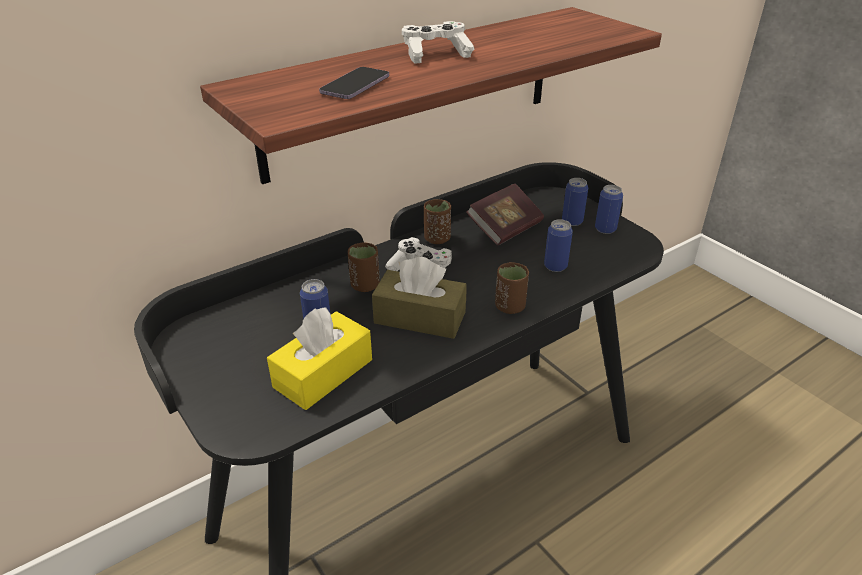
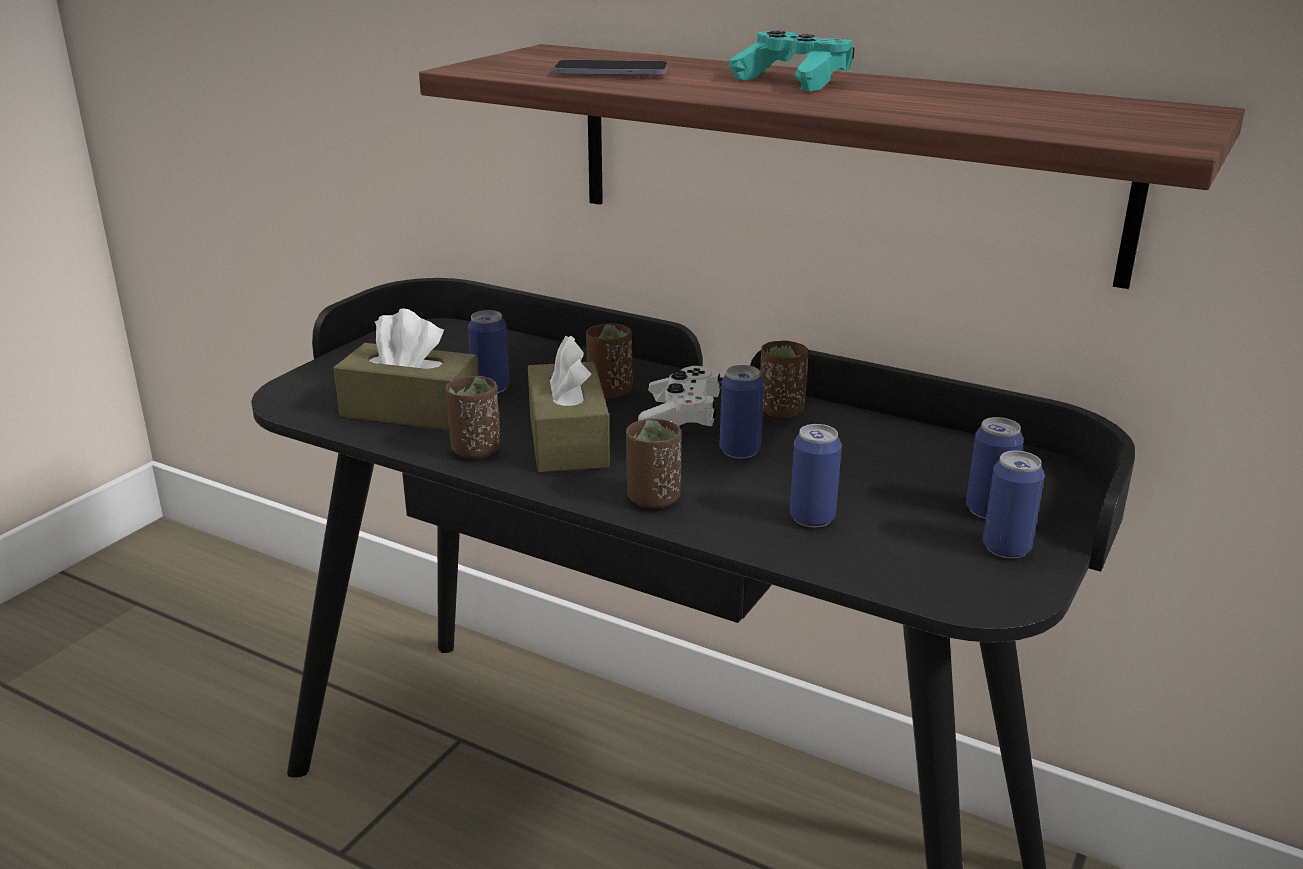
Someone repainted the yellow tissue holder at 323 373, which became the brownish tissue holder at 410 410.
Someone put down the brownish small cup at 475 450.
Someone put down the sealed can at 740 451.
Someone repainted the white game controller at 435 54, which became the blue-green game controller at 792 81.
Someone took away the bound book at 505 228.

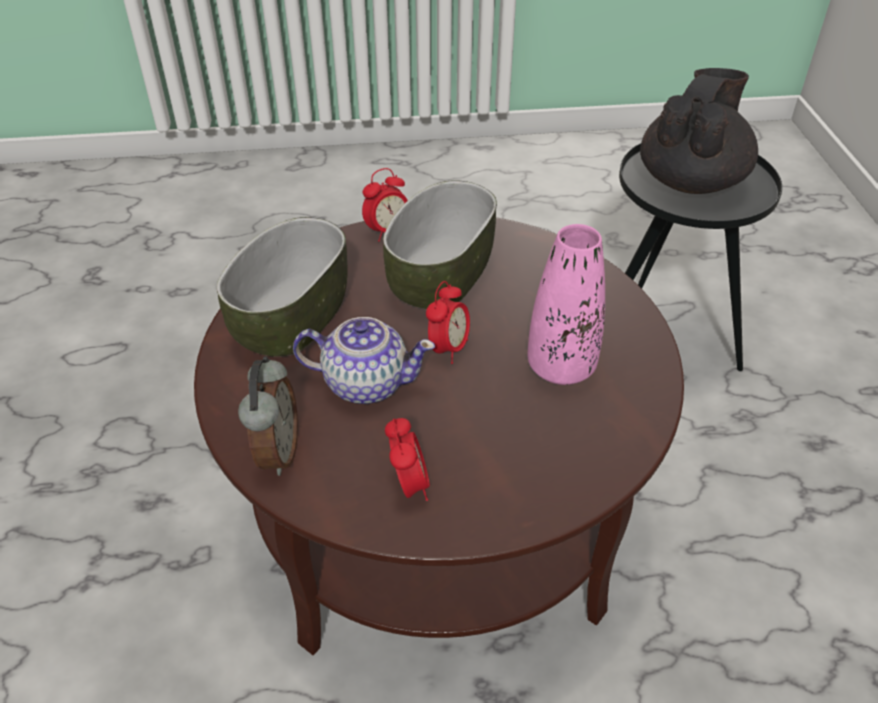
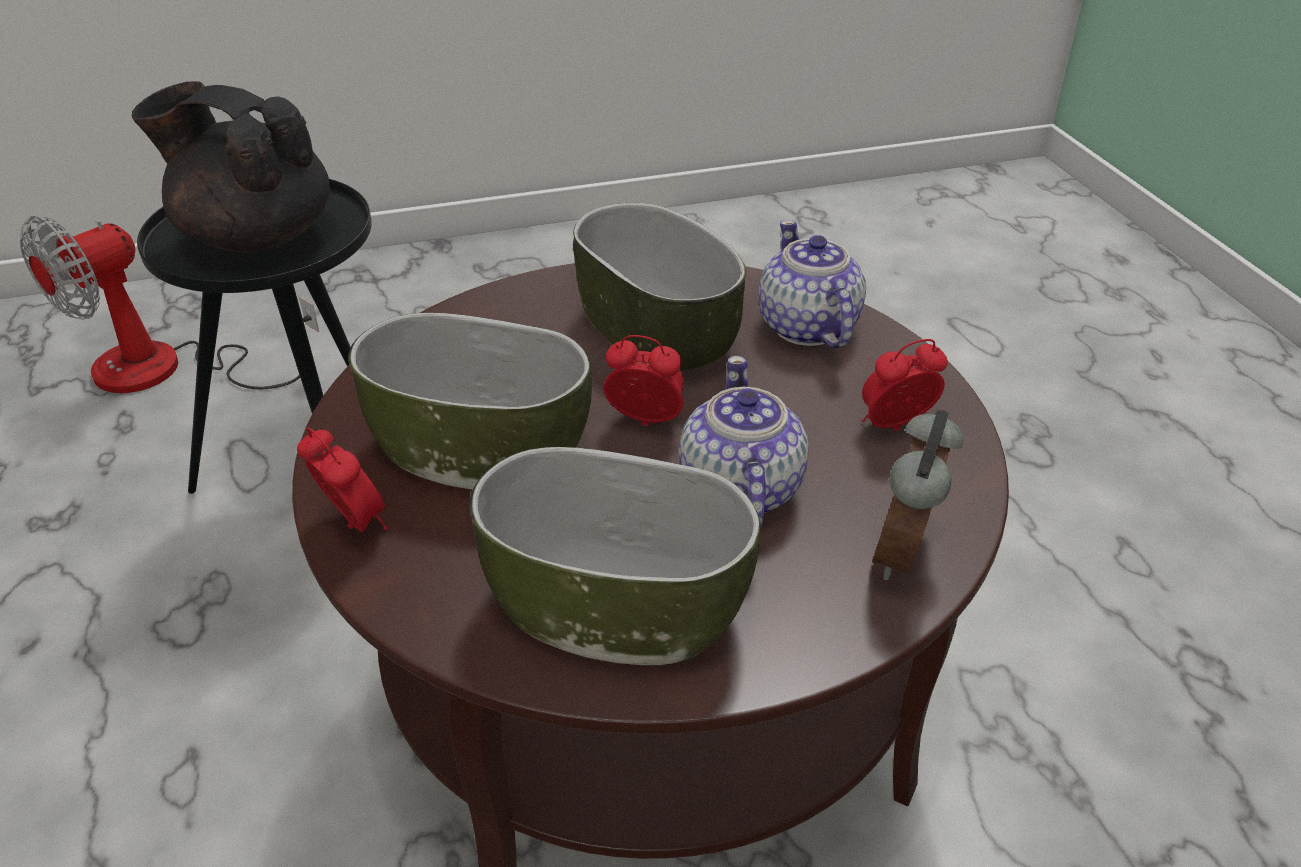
Someone put down the fan at 167 370.
Someone swapped the pink flower vase at 561 368 for the bowl at 656 332.
Someone put down the tea pot at 807 328.
Someone rotated the bedside clock at 276 452 by 60 degrees counterclockwise.

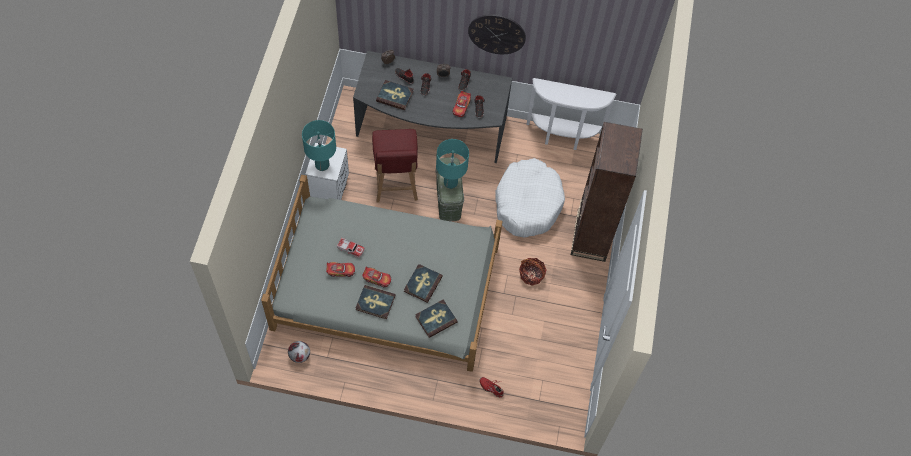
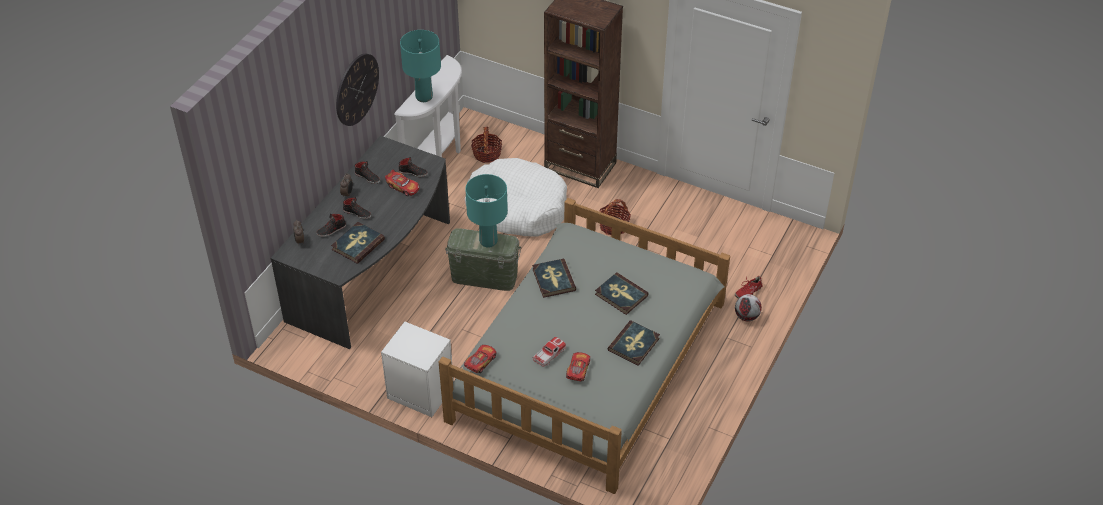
Someone carried the blue-green tabletop lamp from 322 165 to 424 97.
Someone carried the toy car from 377 278 to 480 362.
Someone put down the storage basket at 487 154.
Someone carried the bound book from 436 319 to 553 280.
Someone carried the ball for football from 300 355 to 746 316.
Someone took away the red-coloured chair at 395 185.

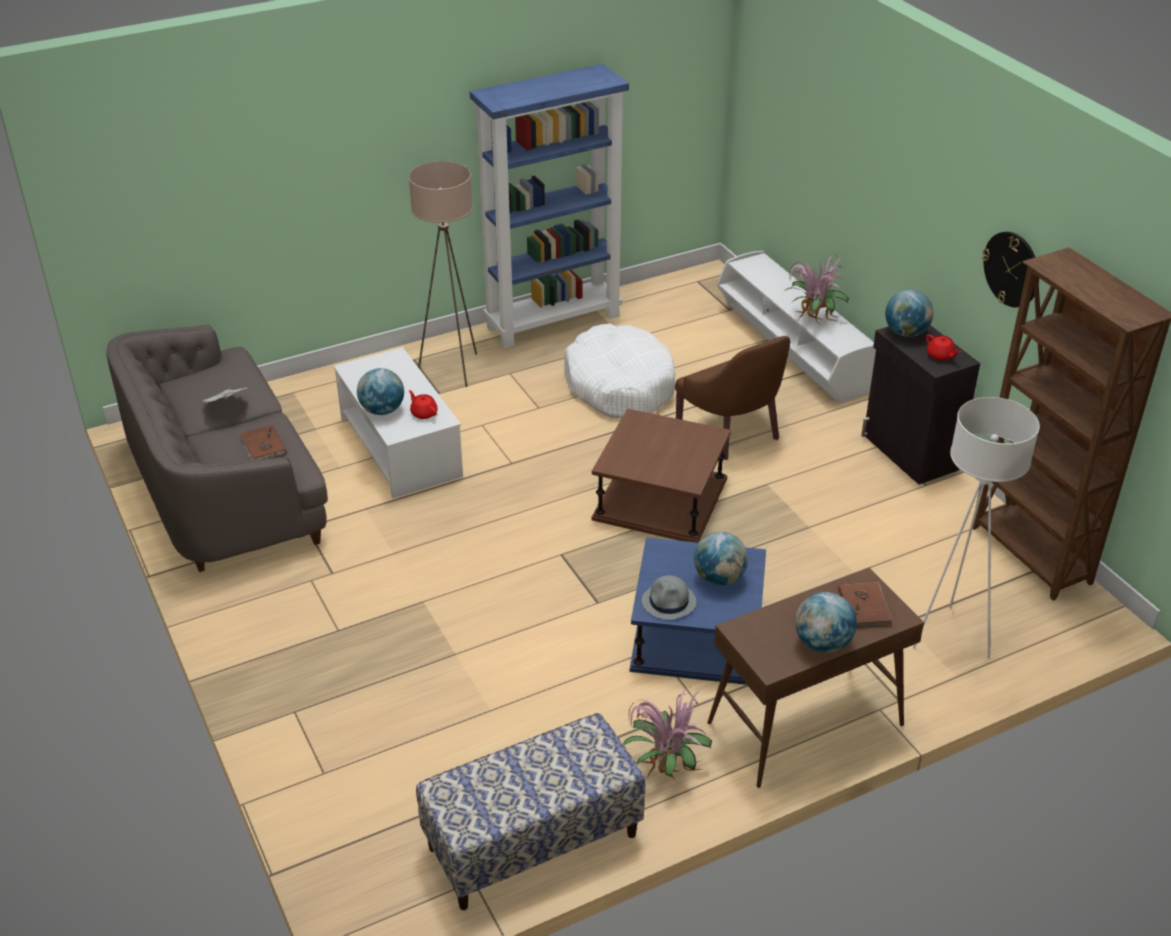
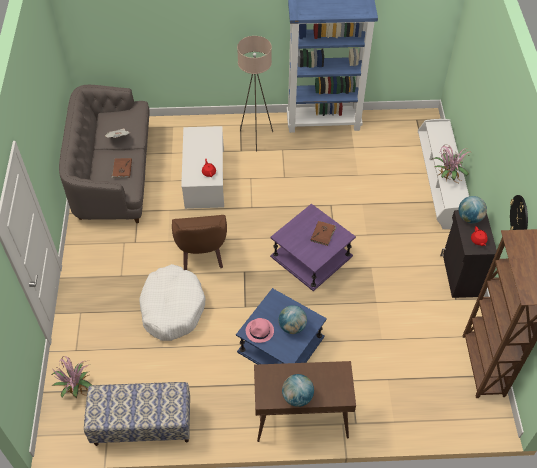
Someone carried the potted plant from 665 768 to 76 388.
Someone carried the white dog cushion from 620 385 to 172 307.
Someone carried the brownish armchair from 732 432 to 202 254.
Someone repainted the greyish clothing hat at 669 602, which became the pink clothing hat at 260 331.
Someone repainted the brownish accent table at 660 499, which became the purple accent table at 311 256.
Someone carried the brownish bound book from 865 607 to 323 234.
Someone took away the desk globe at 382 410.
Someone took away the white standard lamp at 951 637.

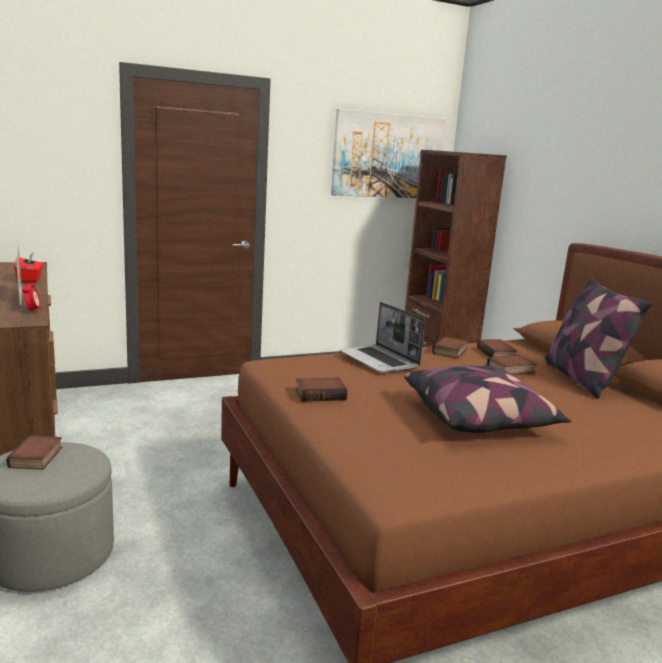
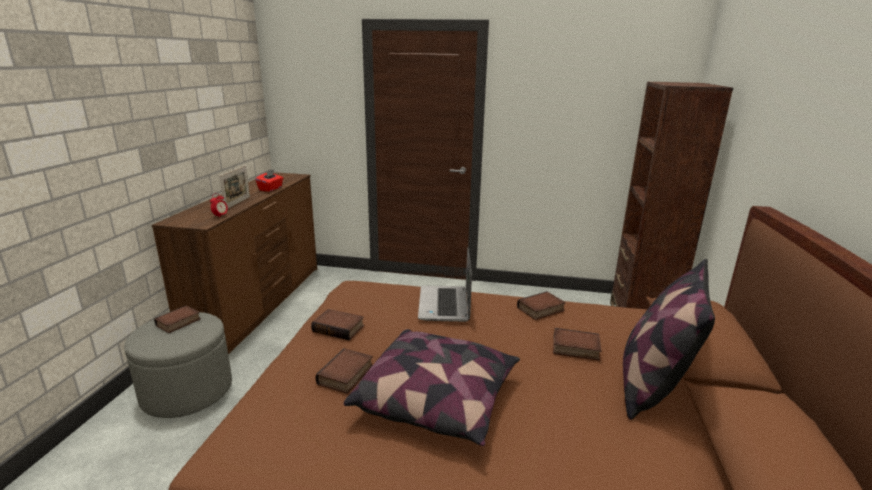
Someone carried the bound book from 497 353 to 346 376.
Someone took away the wall picture at 388 156.

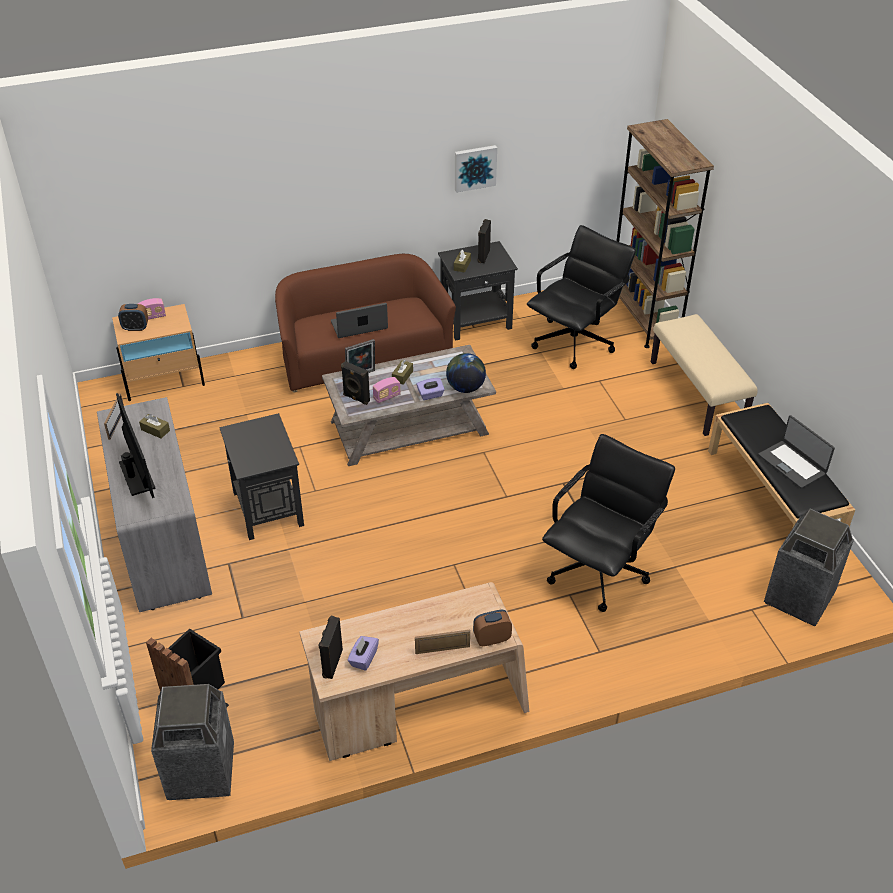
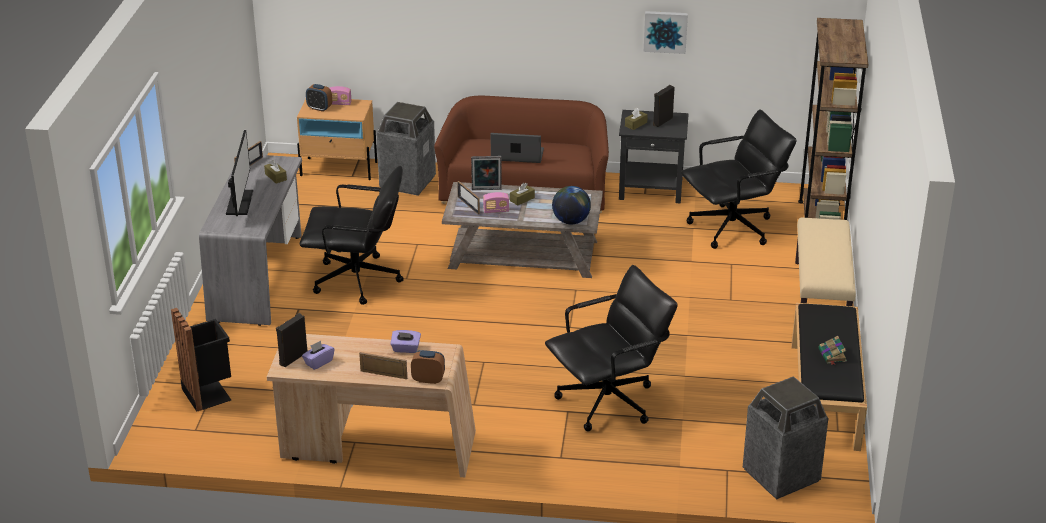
Someone swapped the black accent table at 268 509 for the black computer chair at 357 281.
Someone carried the waste bin from 200 772 to 407 182.
Someone carried the purple tissue holder from 430 395 to 405 349.
Someone swapped the black loudspeaker at 356 398 for the photo frame at 468 205.
Someone swapped the notebook computer at 792 464 for the bound book at 832 355.

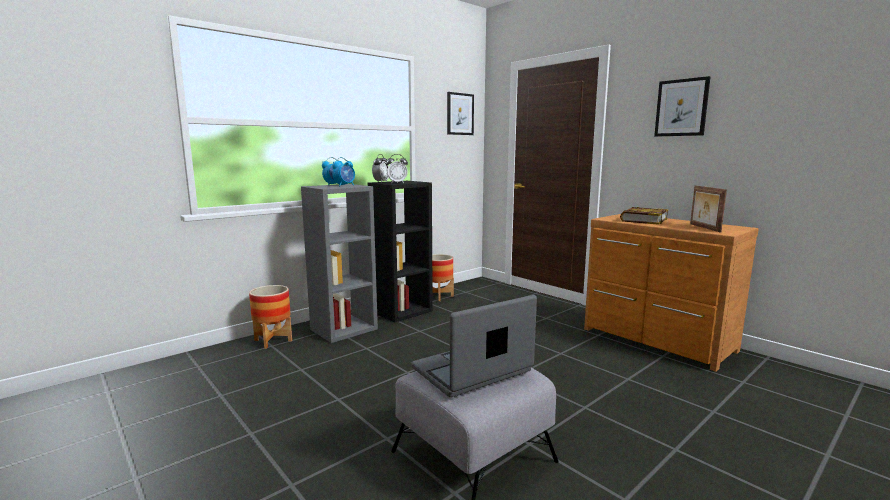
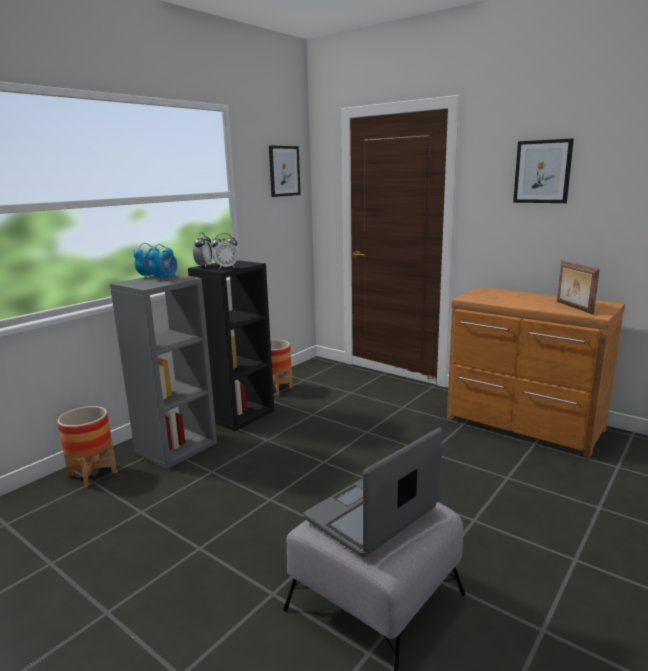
Someone took away the bound book at 643 220.

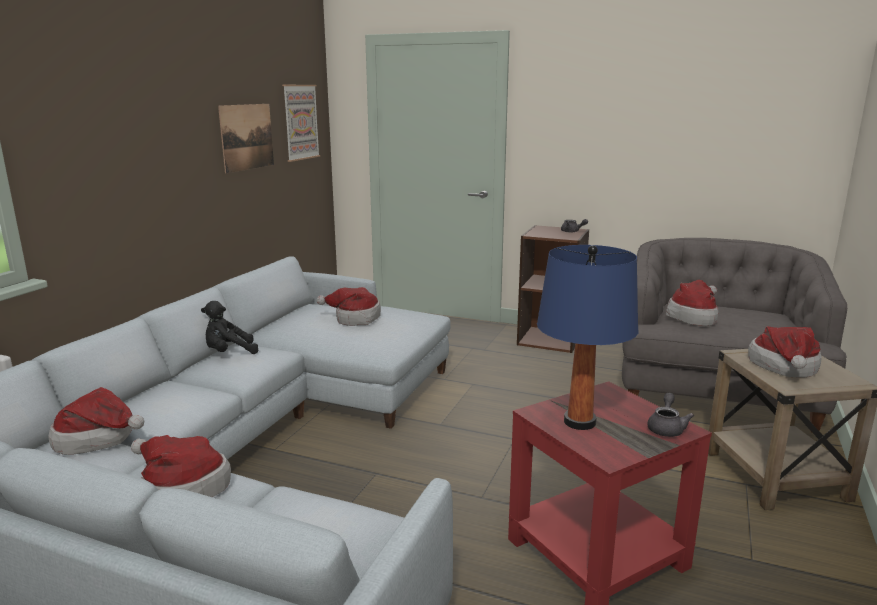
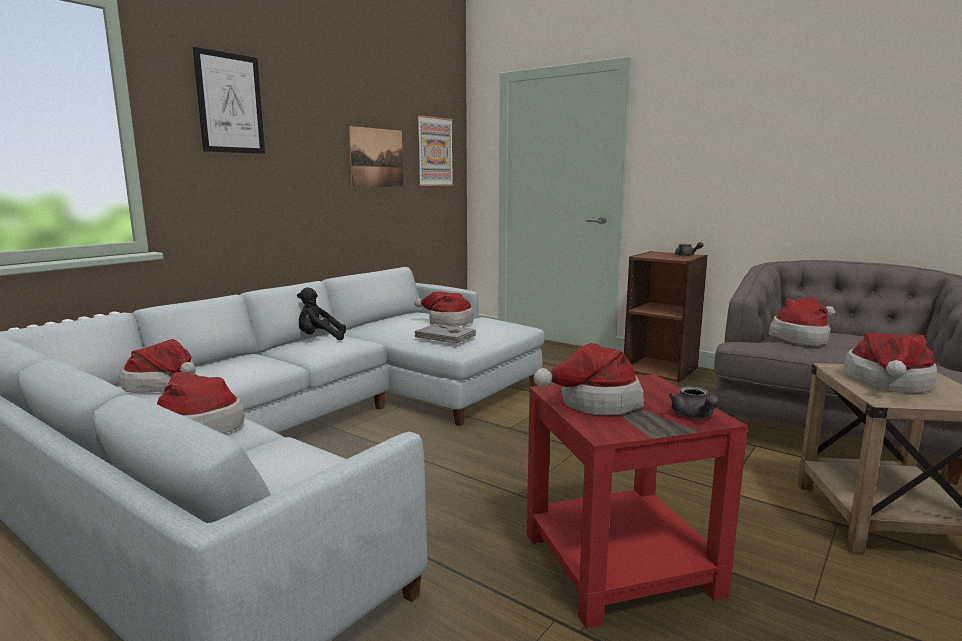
Someone put up the wall picture at 230 103.
Someone put down the greyish bound book at 445 336.
Someone swapped the bluish tabletop lamp at 579 422 for the clothing hat at 594 402.
Someone rotated the greyish tea pot at 666 428 by 135 degrees clockwise.

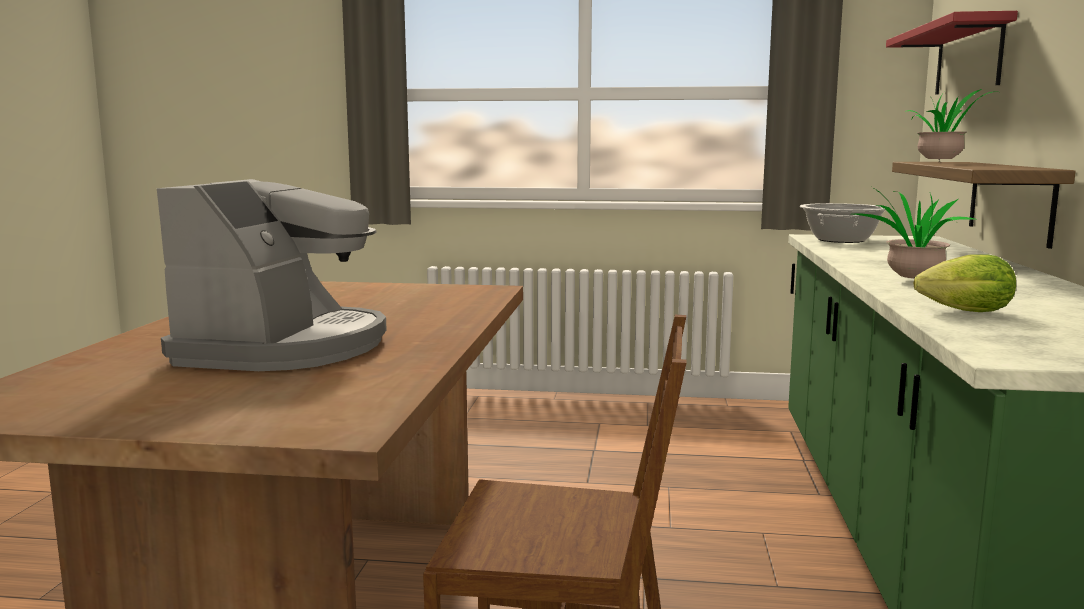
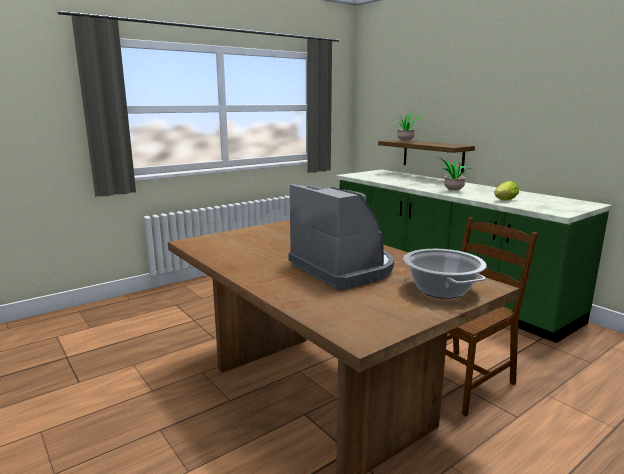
Someone carried the stockpot from 841 240 to 441 290.
Someone took away the red-coloured bracket shelf at 968 58.

